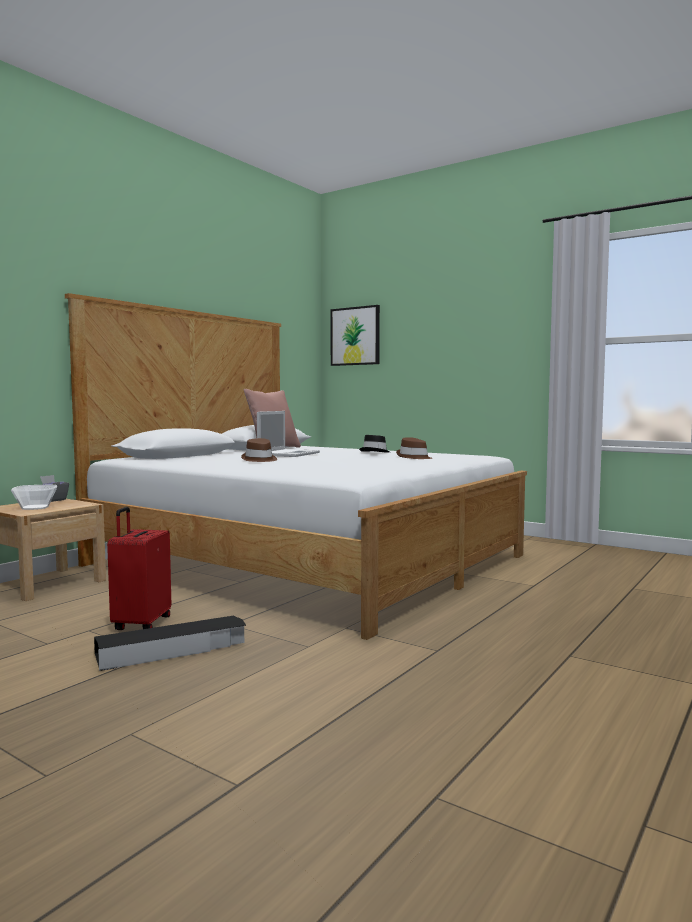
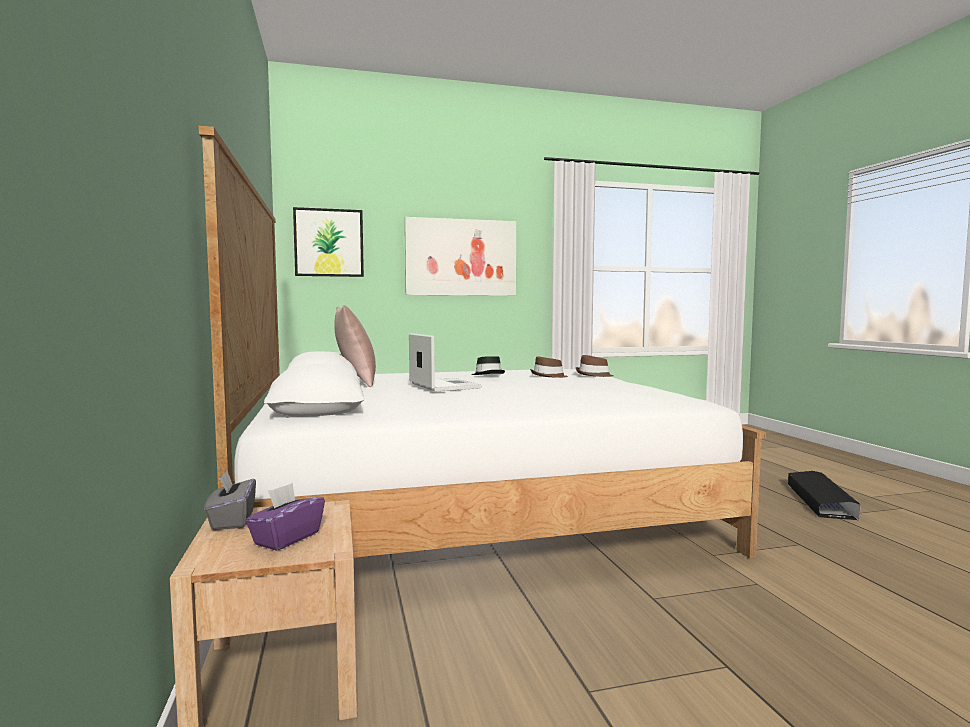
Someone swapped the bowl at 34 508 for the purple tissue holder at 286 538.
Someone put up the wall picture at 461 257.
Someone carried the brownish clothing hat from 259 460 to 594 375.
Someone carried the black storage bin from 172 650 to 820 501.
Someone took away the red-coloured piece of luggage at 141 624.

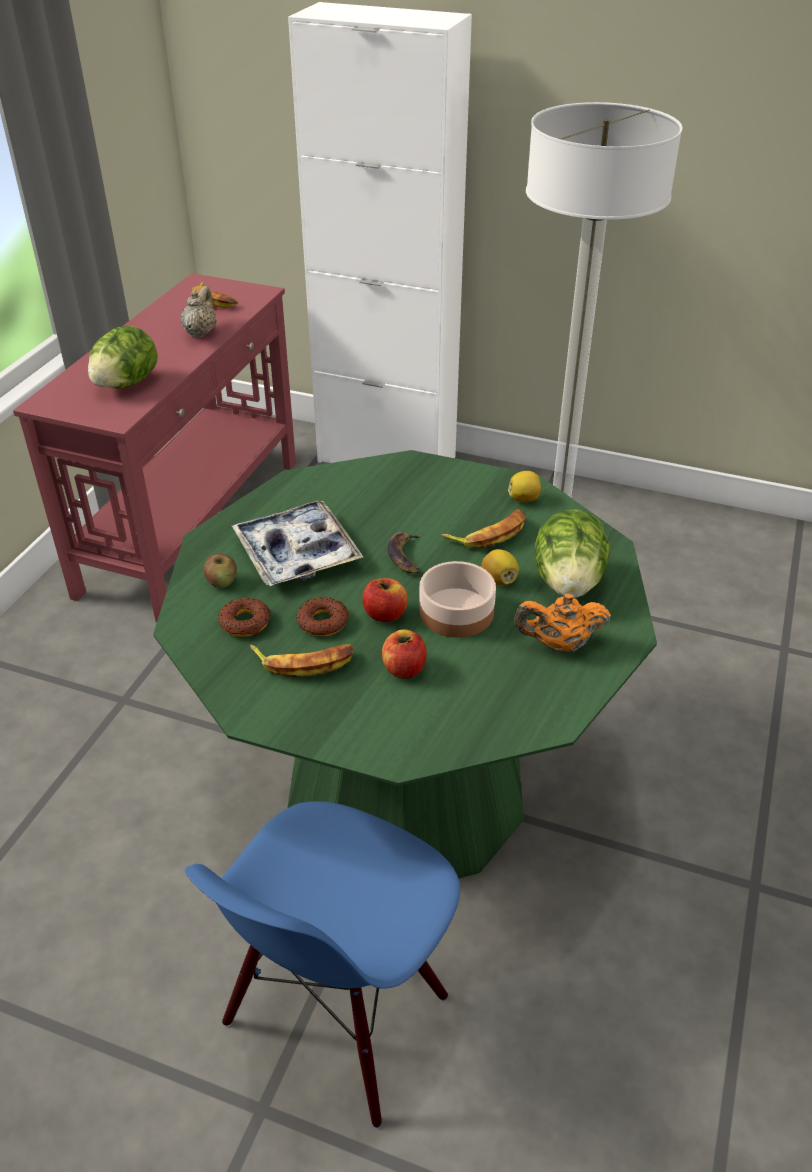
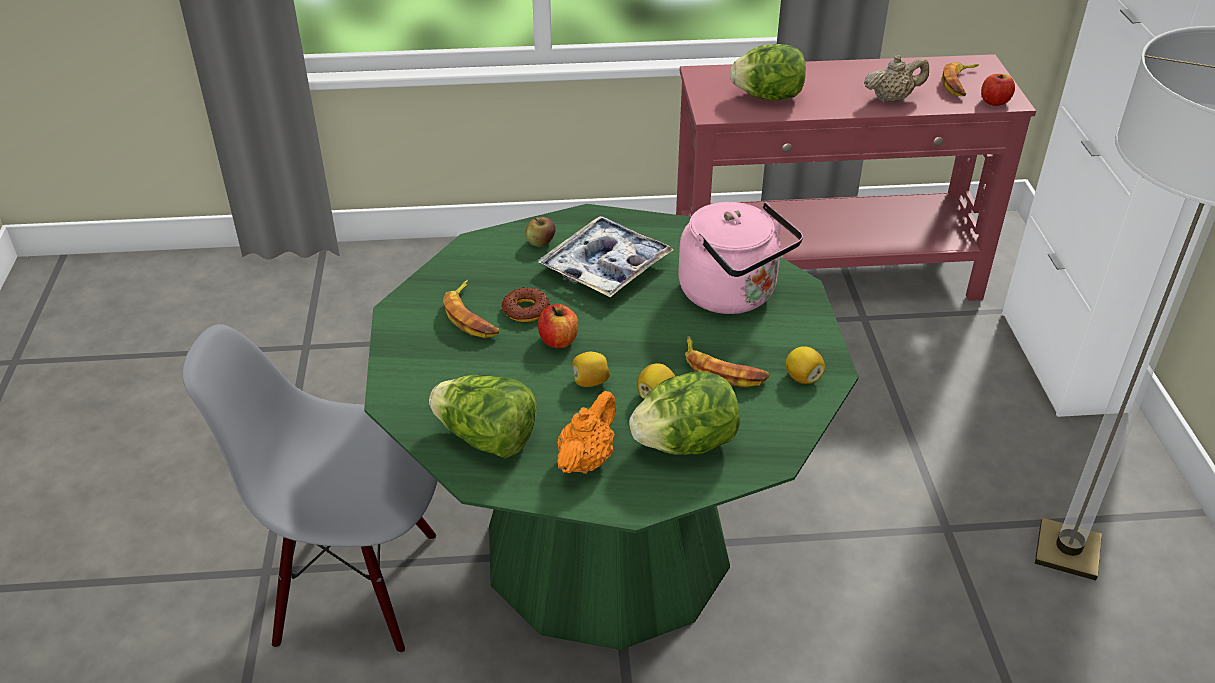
Someone repainted the bluish chair at 338 1014, which became the greyish chair at 358 586.
Someone put down the lettuce head at 486 439.
Someone rotated the orange-coloured tea pot at 559 644 by 60 degrees clockwise.
Someone swapped the bowl at 457 612 for the whole lemon at 590 382.
Someone put down the pink tea kettle at 732 295.
Someone carried the apple from 404 668 to 994 102.
Someone took away the doughnut at 245 622.
Someone took away the whole banana at 406 556.

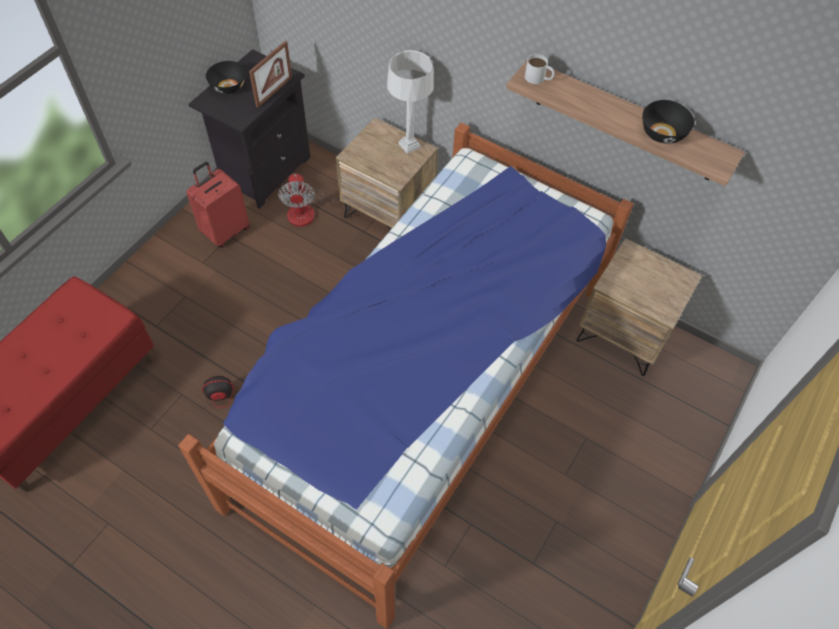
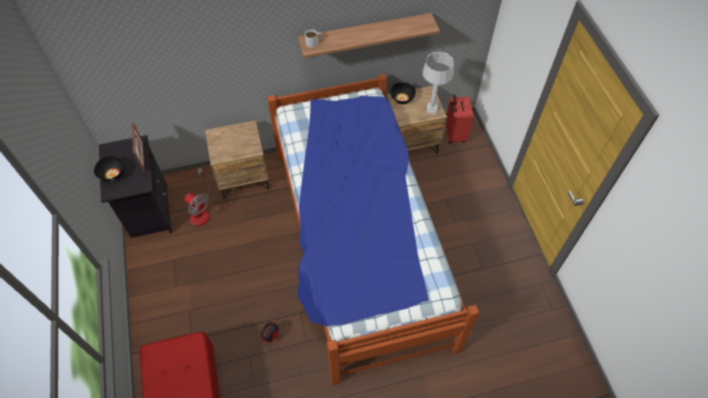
Someone carried the black bowl from 662 134 to 402 98.
Someone carried the greyish tabletop lamp from 409 145 to 431 109.
Someone carried the red-coloured piece of luggage from 225 231 to 454 134.

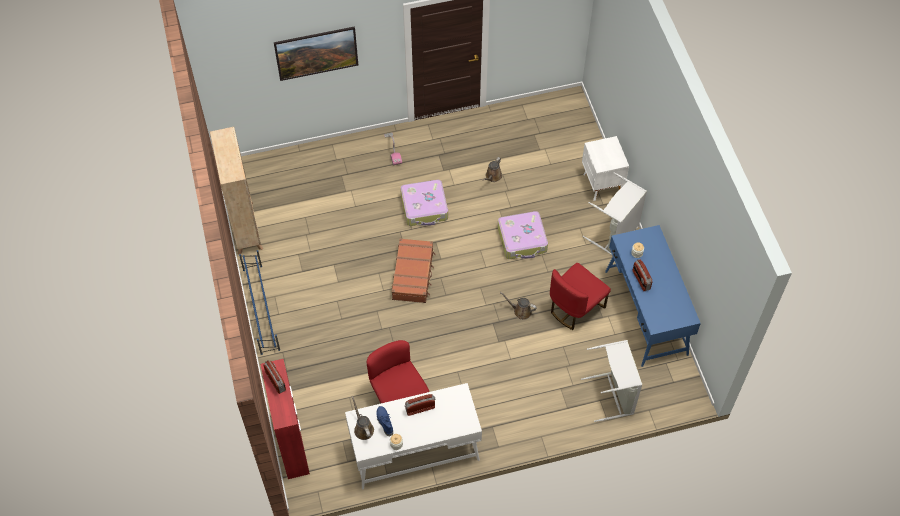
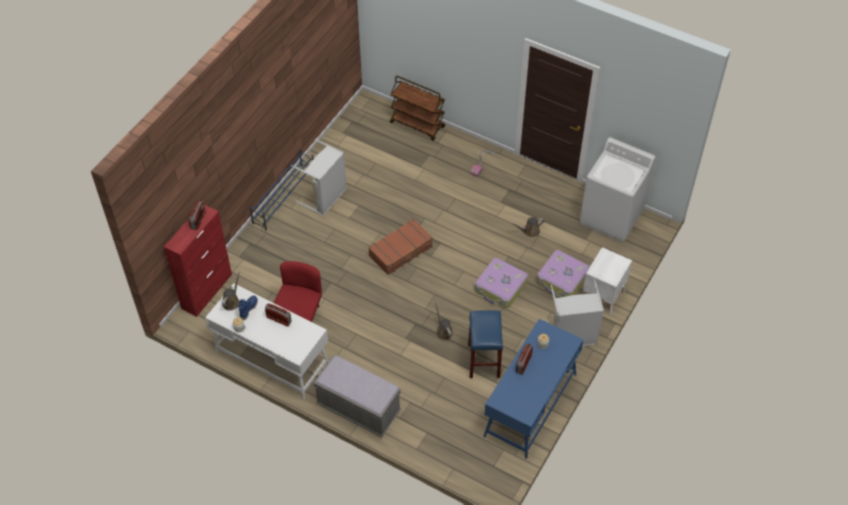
Someone carried the greyish hamper from 613 395 to 325 198.
Someone put down the greyish indoor bench at 358 409.
Someone put down the brownish wheeled cart at 418 125.
Someone swapped the red-coloured chair at 575 308 for the bluish sitting stool at 483 360.
Someone carried the piece of luggage from 424 207 to 562 280.
Someone put down the white washing machine at 611 217.
Someone took away the beige-coloured bookcase at 245 227.
Someone took away the wall picture at 317 62.

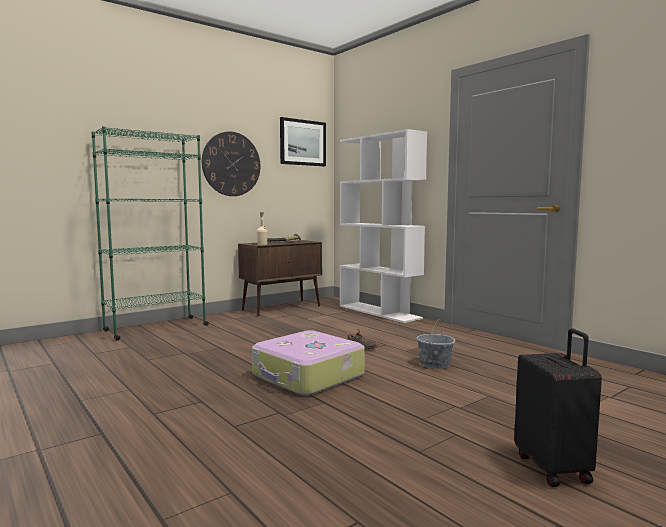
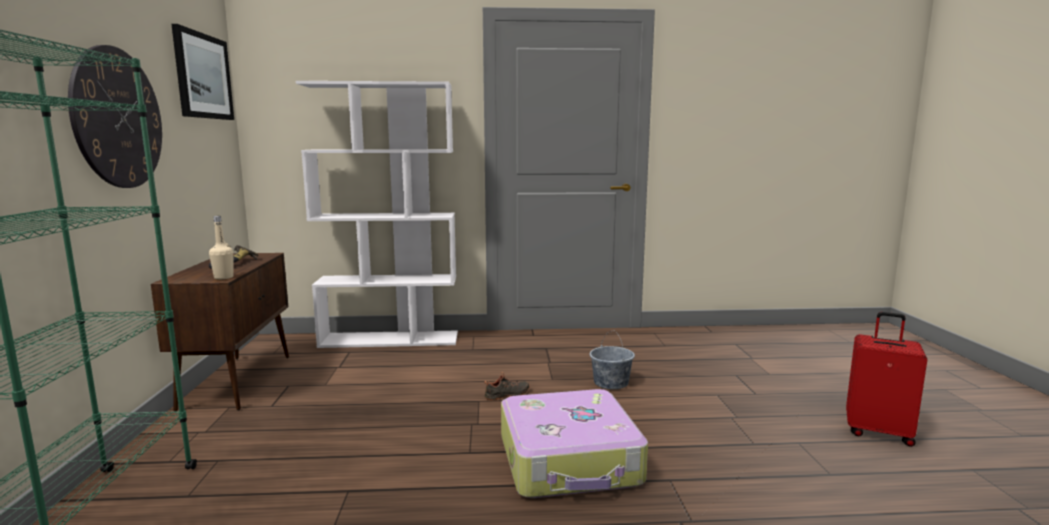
Someone repainted the black piece of luggage at 554 468, which became the red-coloured piece of luggage at 878 432.

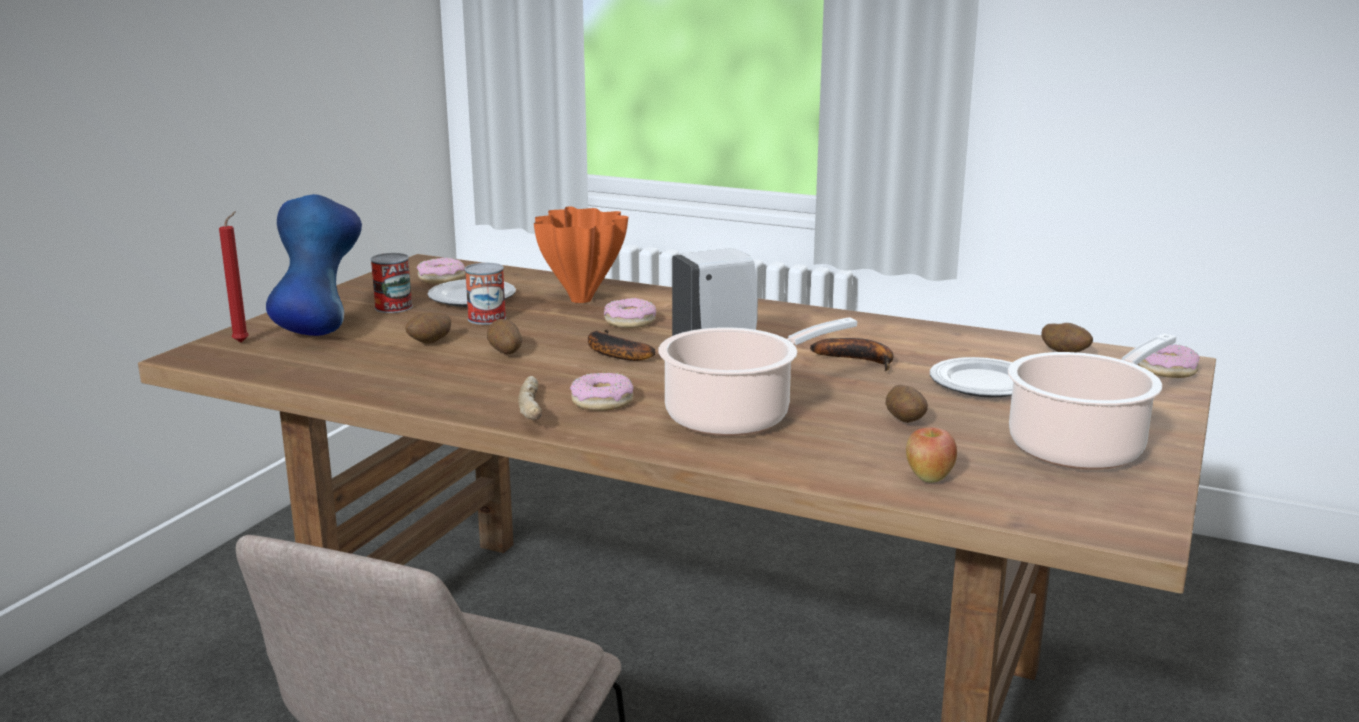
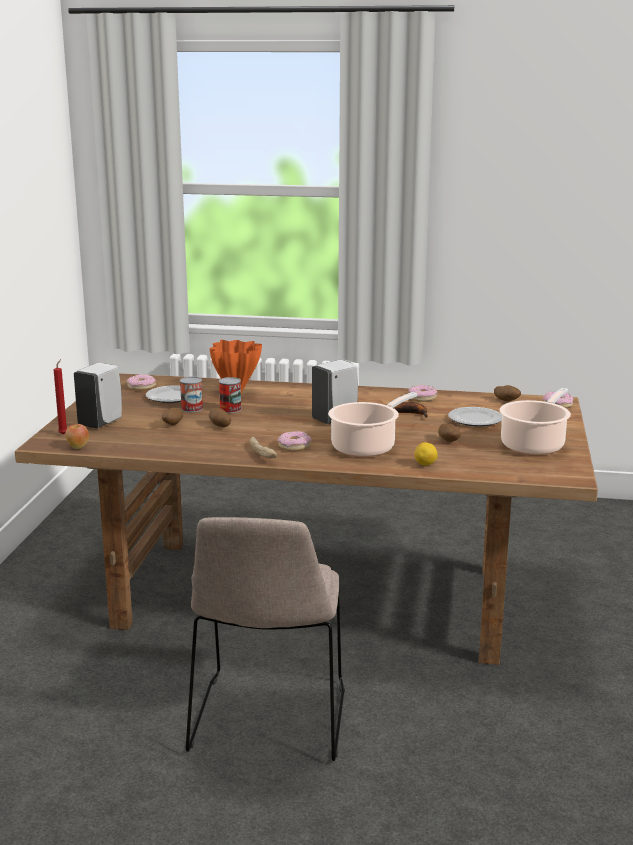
Someone carried the apple from 928 477 to 77 447.
Someone swapped the bluish flower vase at 319 330 for the white soap bottle at 101 423.
Someone carried the sealed can from 393 307 to 230 409.
Someone carried the doughnut from 629 322 to 422 398.
Someone put down the whole lemon at 425 464.
Someone took away the whole banana at 612 353.

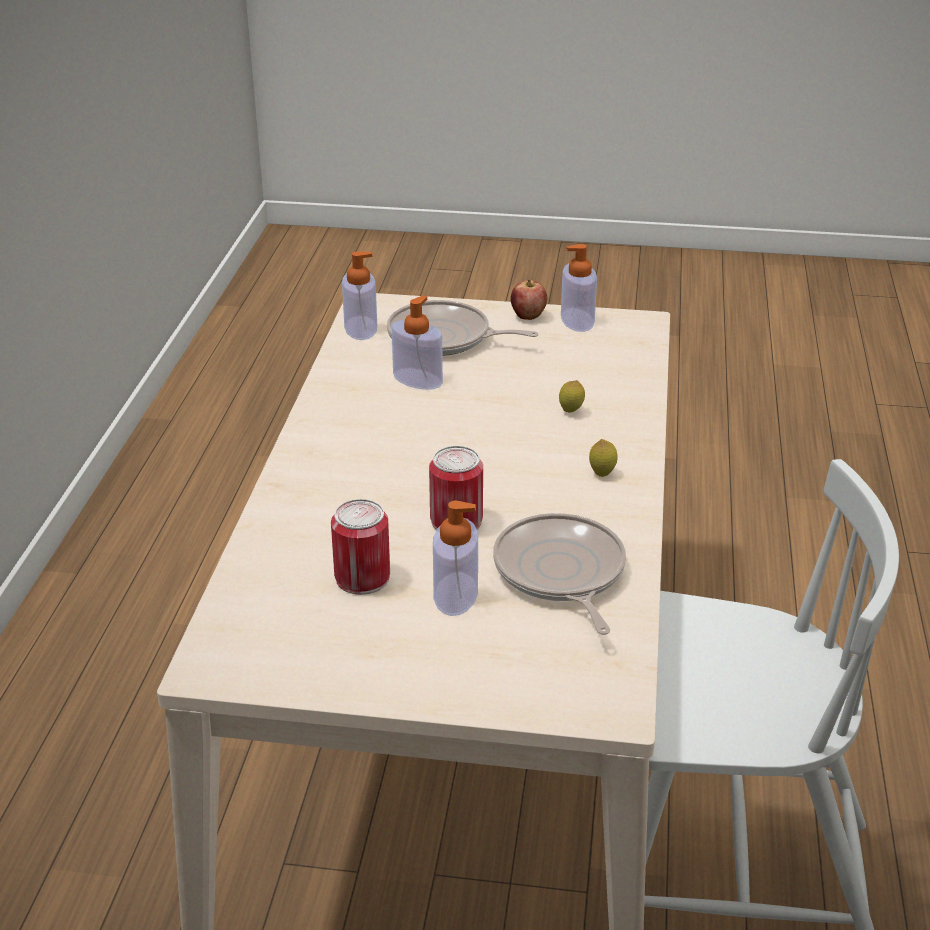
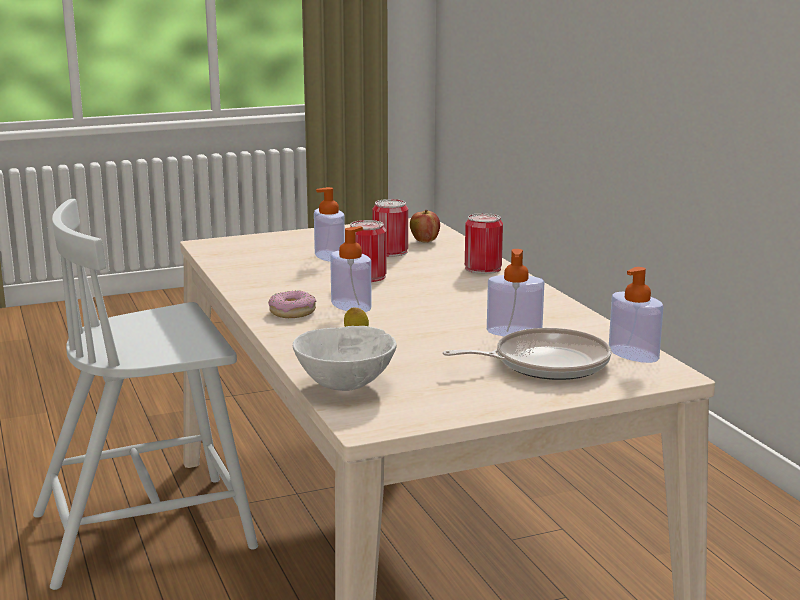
Someone swapped the whole lemon at 602 473 for the doughnut at 292 312.
Someone put down the white bowl at 345 386.
Someone carried the soap bottle from 577 320 to 351 306.
Someone carried the apple from 528 316 to 424 241.
Someone put down the sealed can at 483 268.
Someone took away the skillet at 560 573.

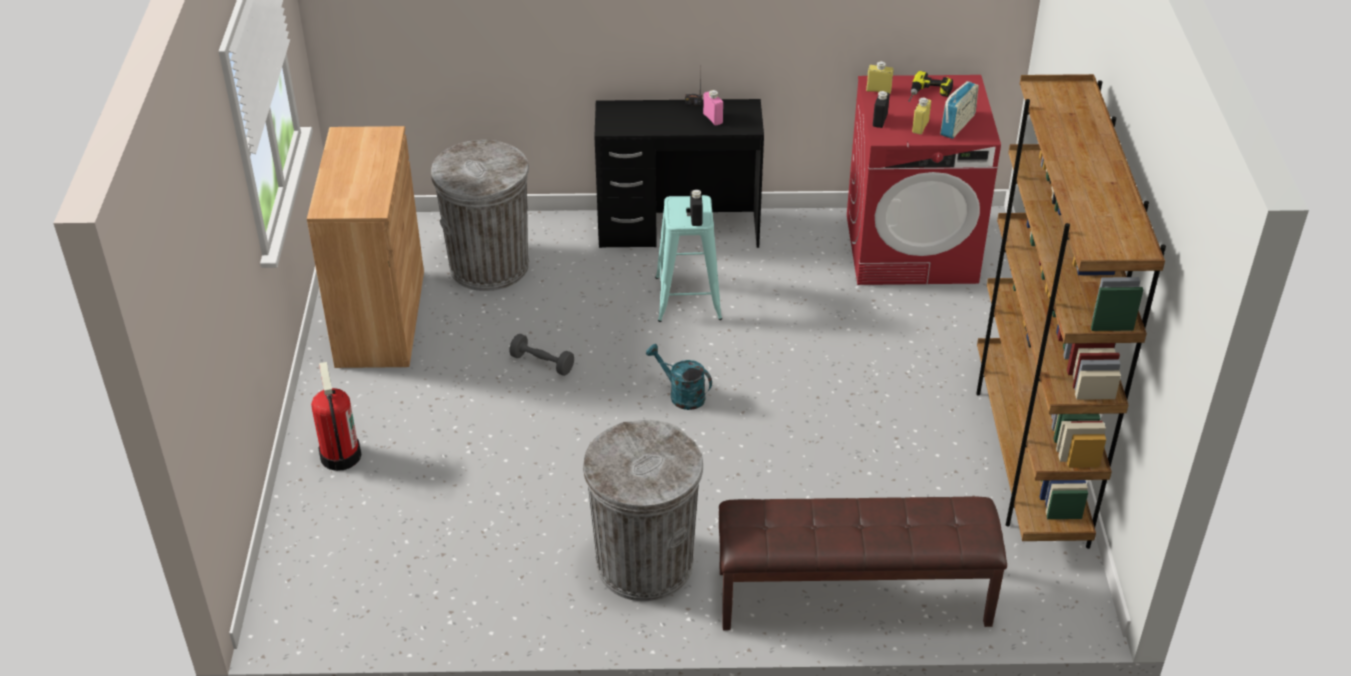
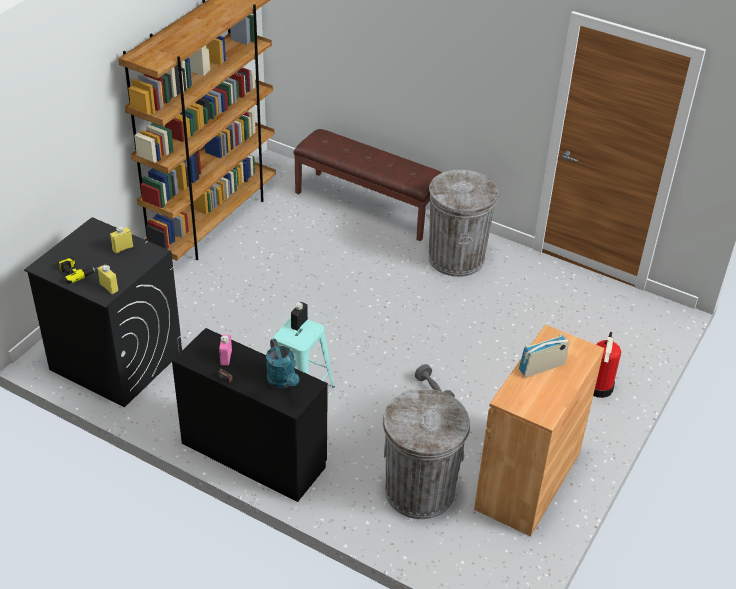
Someone repainted the red-coloured washing machine at 912 248, which became the black washing machine at 115 360.
Someone carried the blue-green sprinkling can from 681 395 to 283 382.
Someone carried the radio receiver from 957 125 to 542 367.
Someone took away the black bottle at 880 120.

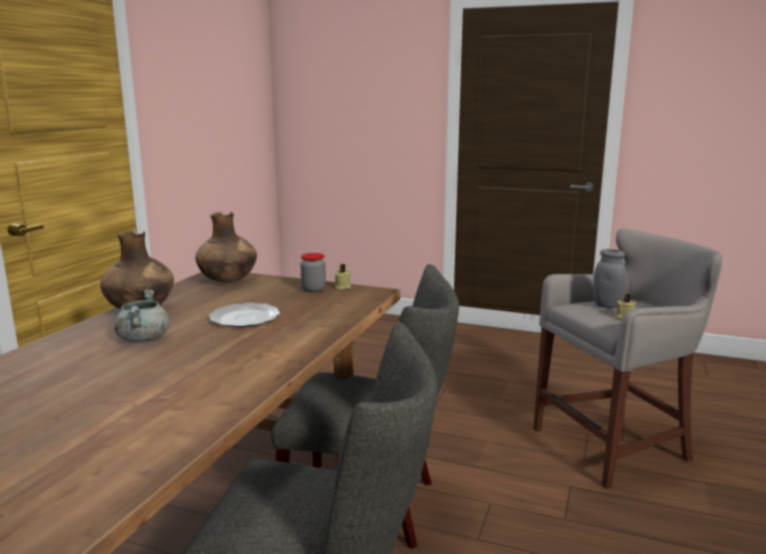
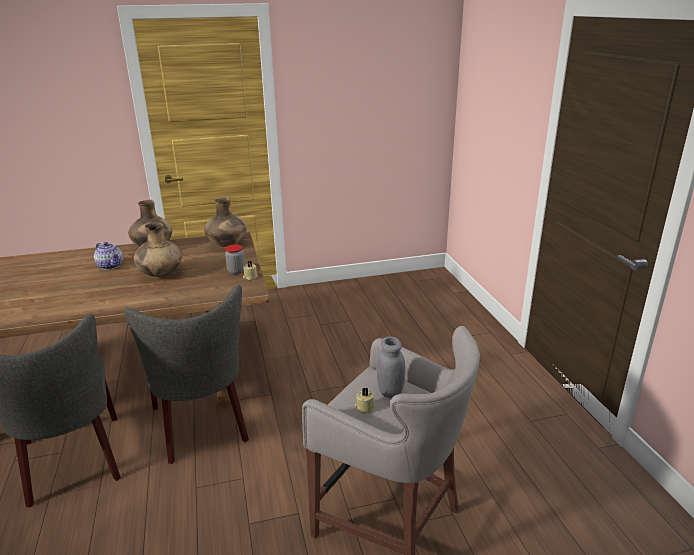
Someone swapped the greyish stockpot at 143 338 for the tea pot at 110 265.
Someone swapped the dinner plate at 244 318 for the brownish flower vase at 161 274.

